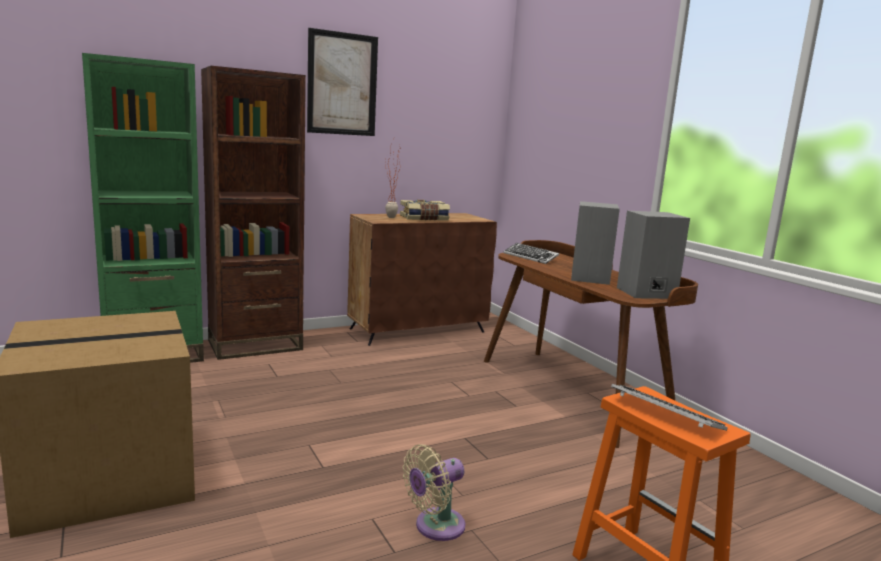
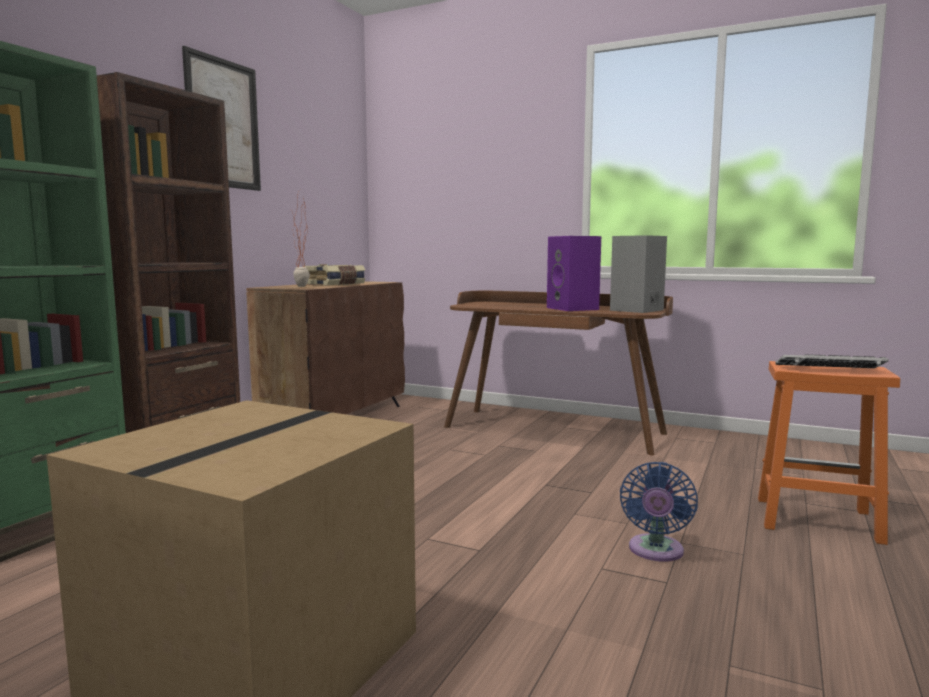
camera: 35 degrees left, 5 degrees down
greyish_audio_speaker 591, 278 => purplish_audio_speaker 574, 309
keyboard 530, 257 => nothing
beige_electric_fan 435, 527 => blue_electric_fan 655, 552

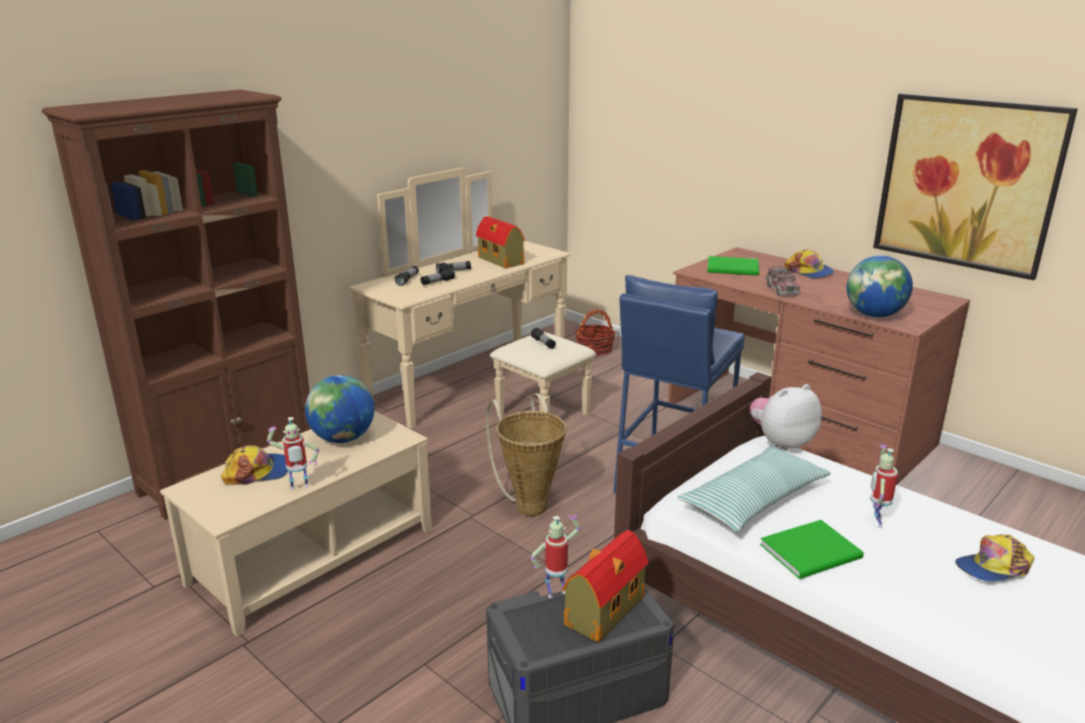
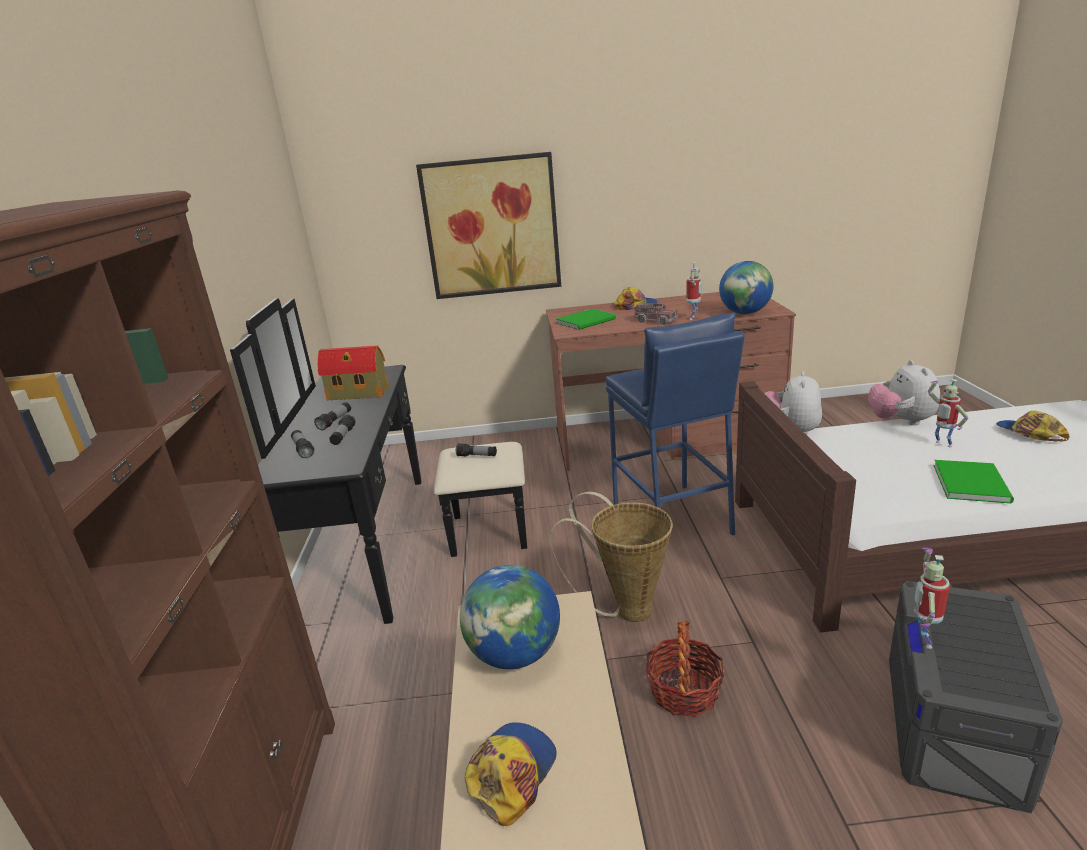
camera: 45 degrees left, 0 degrees up
wall_art 967, 183 => wall_art 491, 227, move
beige_chest_of_drawers 486, 389 => black-coloured_chest_of_drawers 396, 541
storage_basket 594, 349 => storage_basket 684, 691, move
model_robot 299, 488 => model_robot 693, 318, move
pillow 753, 500 => nothing
model_house 603, 612 => nothing
baseball_cap 993, 567 => baseball_cap 1029, 434, 135 degrees clockwise
nothing => plush_toy 901, 421

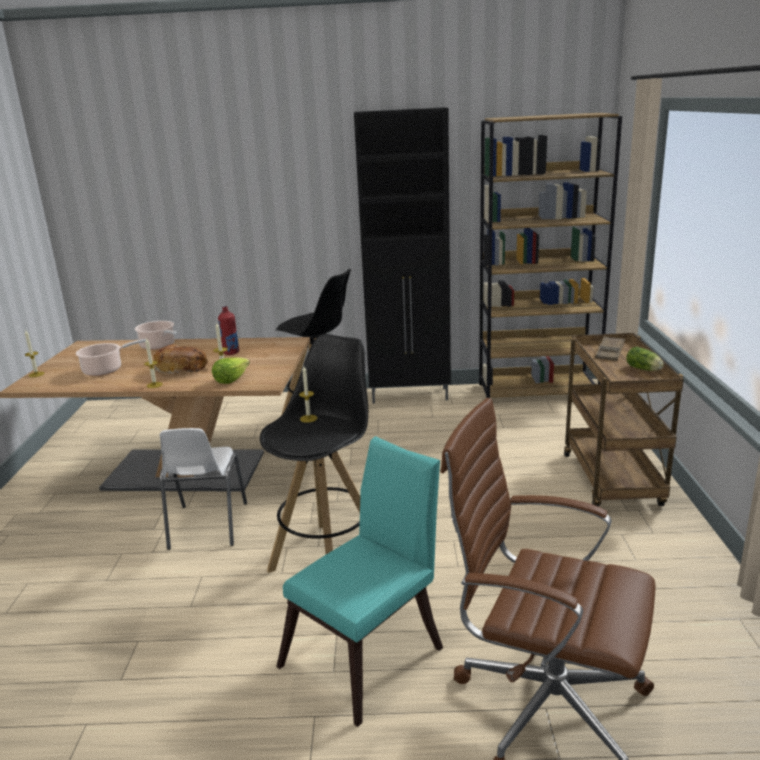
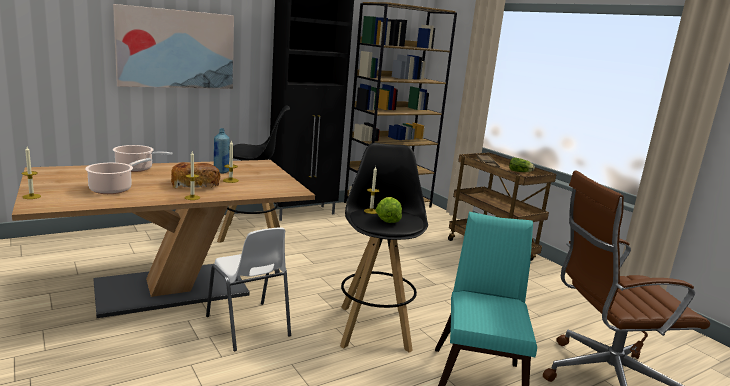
camera: 35 degrees left, 5 degrees down
red_beverage_bottle 231, 352 => blue_beverage_bottle 221, 171
lettuce_head 231, 379 => lettuce_head 387, 219, move
nothing => wall_art 176, 49

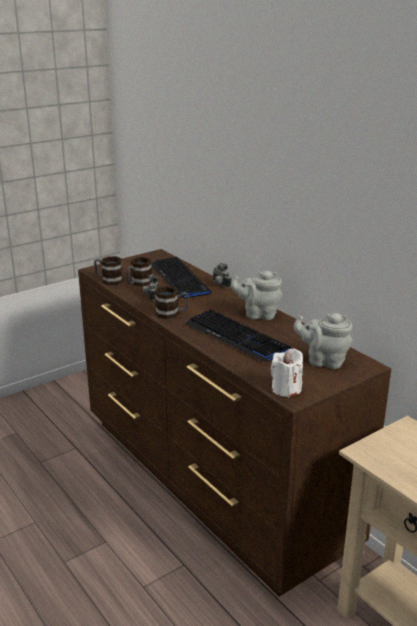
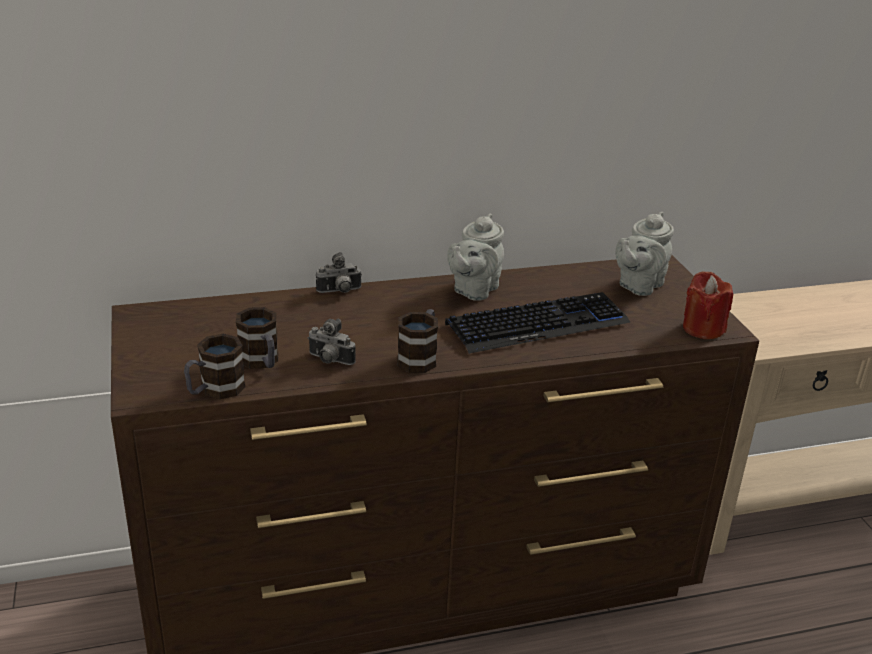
camera: 70 degrees left, 5 degrees up
keyboard 179, 279 => nothing
white-coloured_wax_candle 286, 389 => red_wax_candle 703, 329

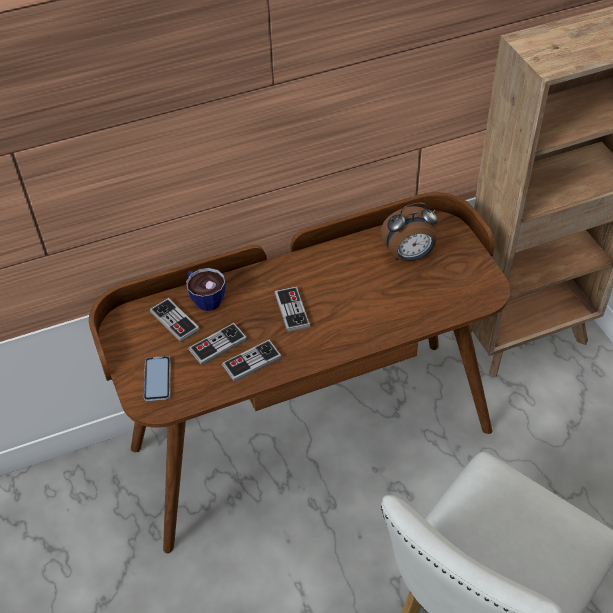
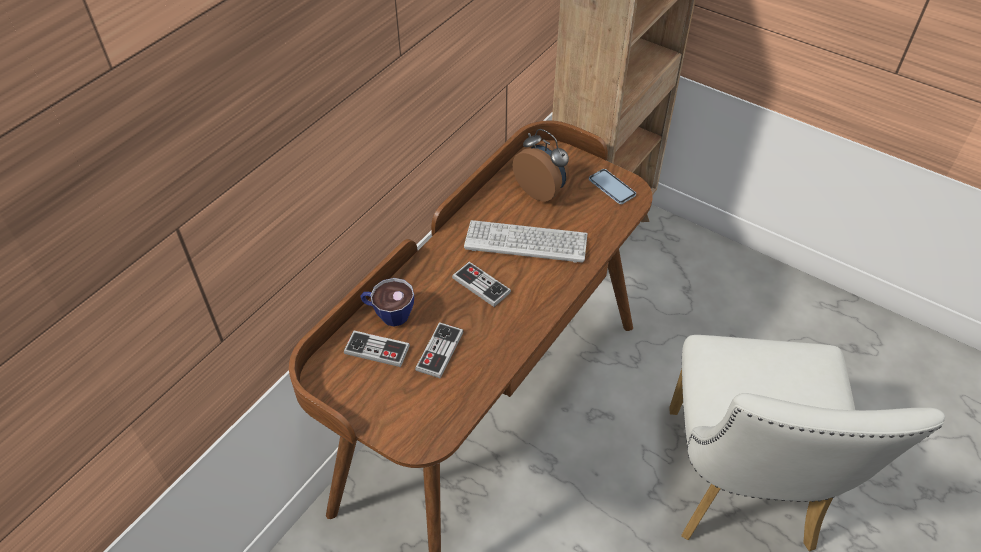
camera: 35 degrees left, 0 degrees up
alarm_clock 409, 256 => alarm_clock 542, 190, 90 degrees counterclockwise
gamepad 252, 362 => nothing
telephone 157, 379 => telephone 612, 187, move
nothing => keyboard 526, 242

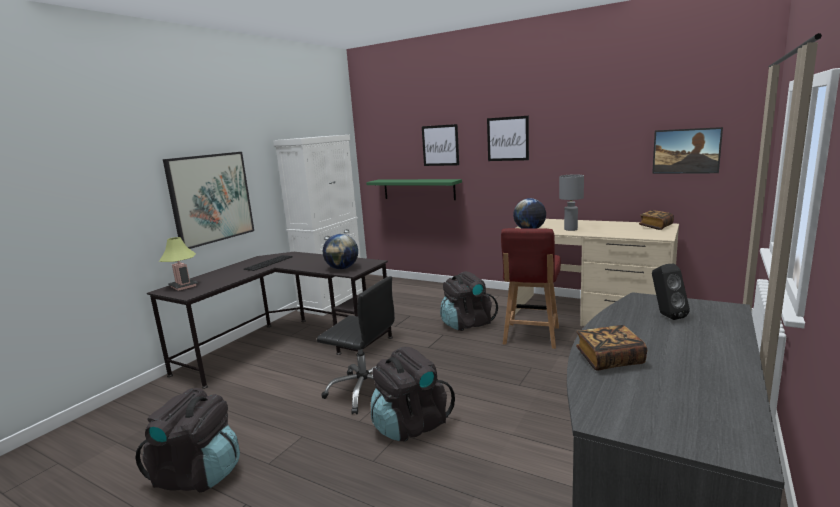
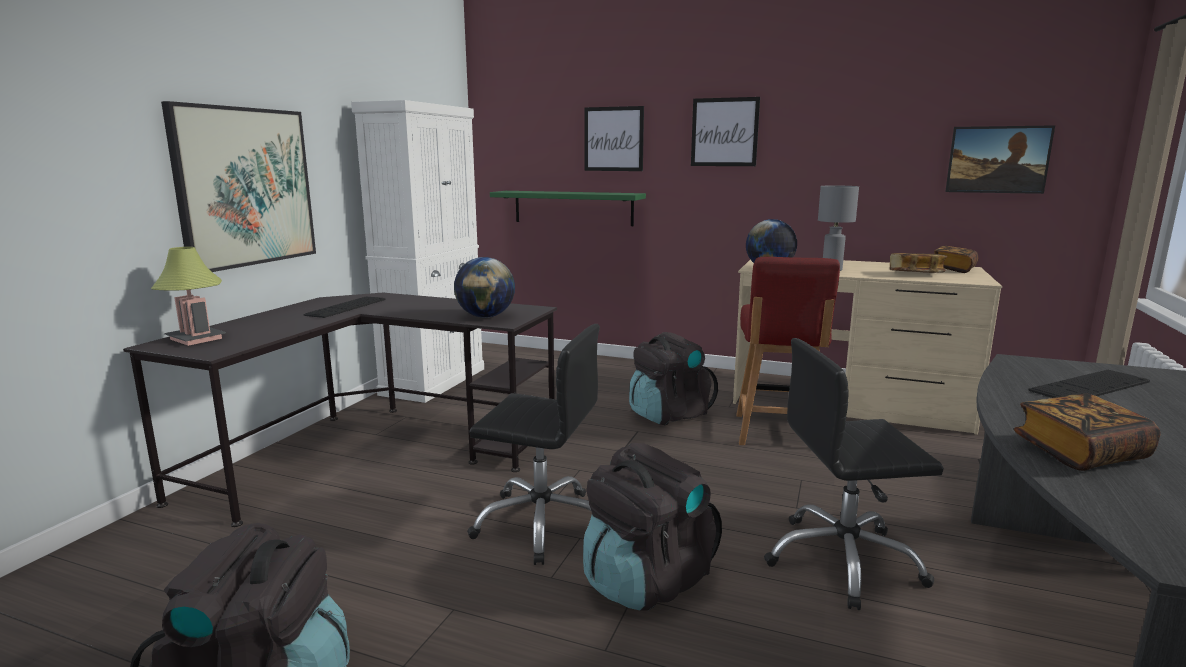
camera: 10 degrees left, 0 degrees up
black-coloured_audio_speaker 666, 316 => keyboard 1089, 386
nothing => bound_book 915, 274
nothing => black-coloured_computer_chair 843, 561

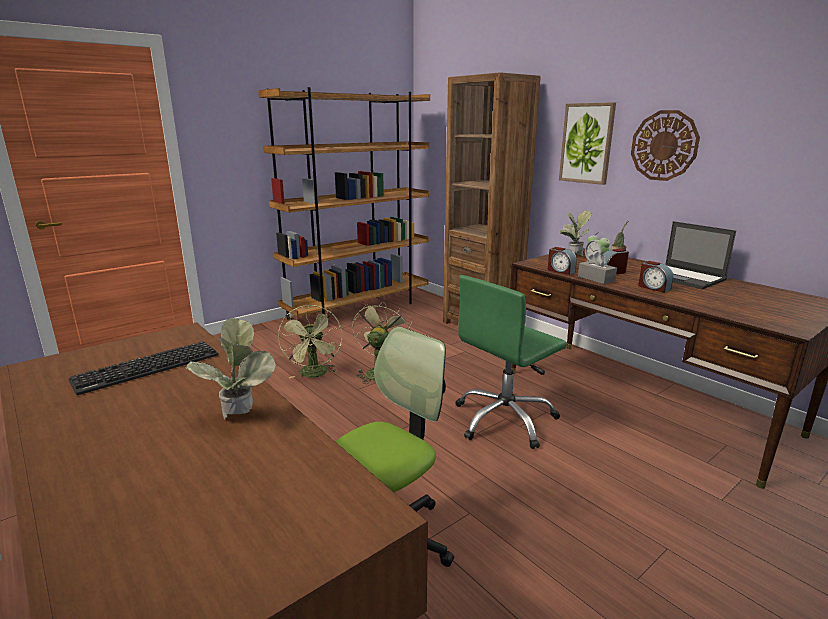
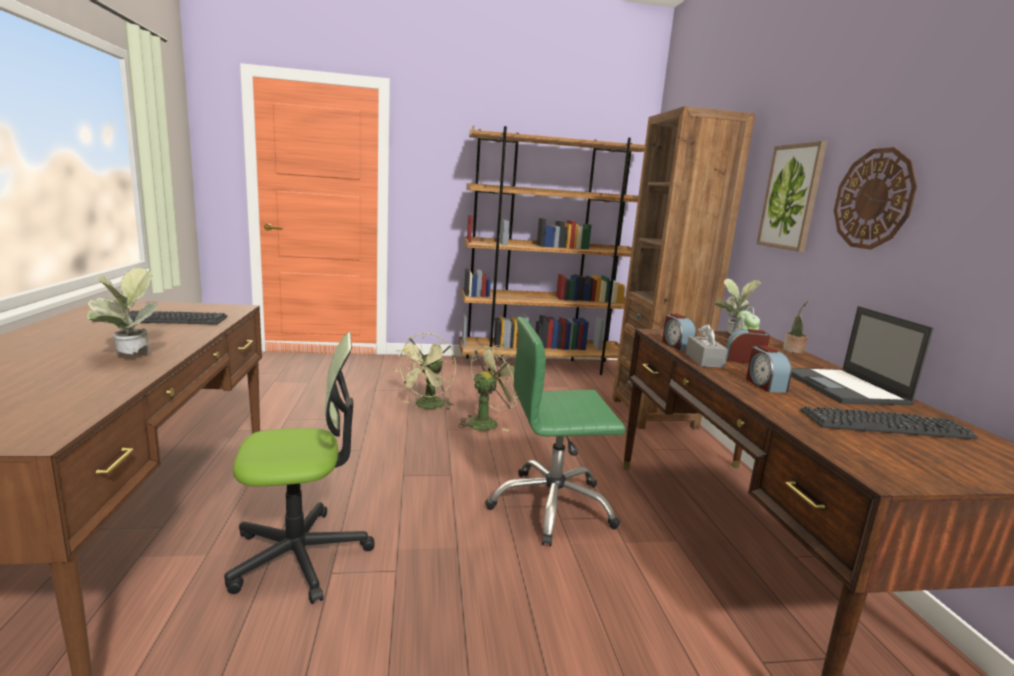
camera: 30 degrees right, 5 degrees down
nothing => keyboard 884, 425

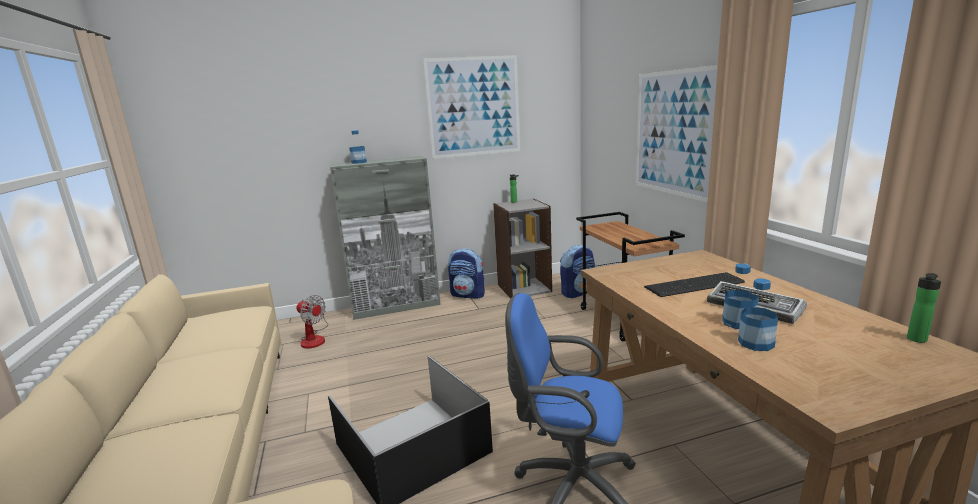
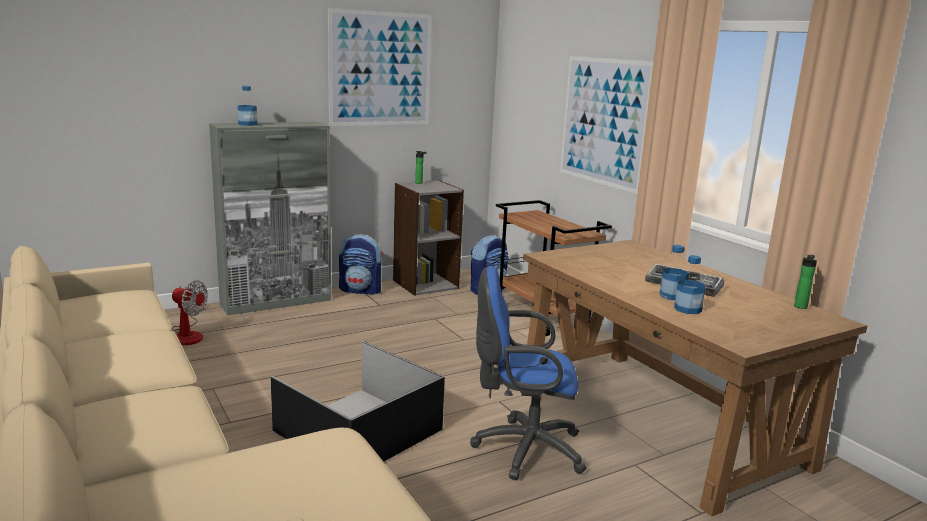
camera: 15 degrees left, 0 degrees up
keyboard 696, 285 => nothing

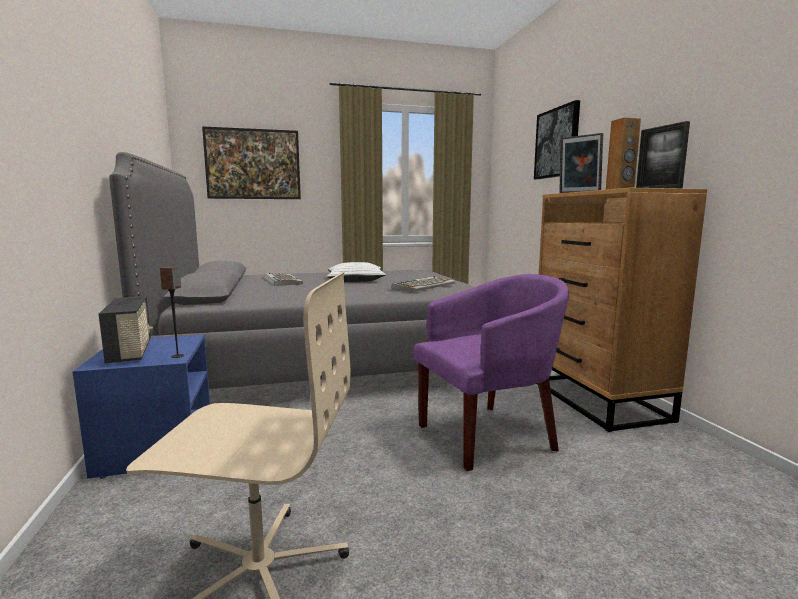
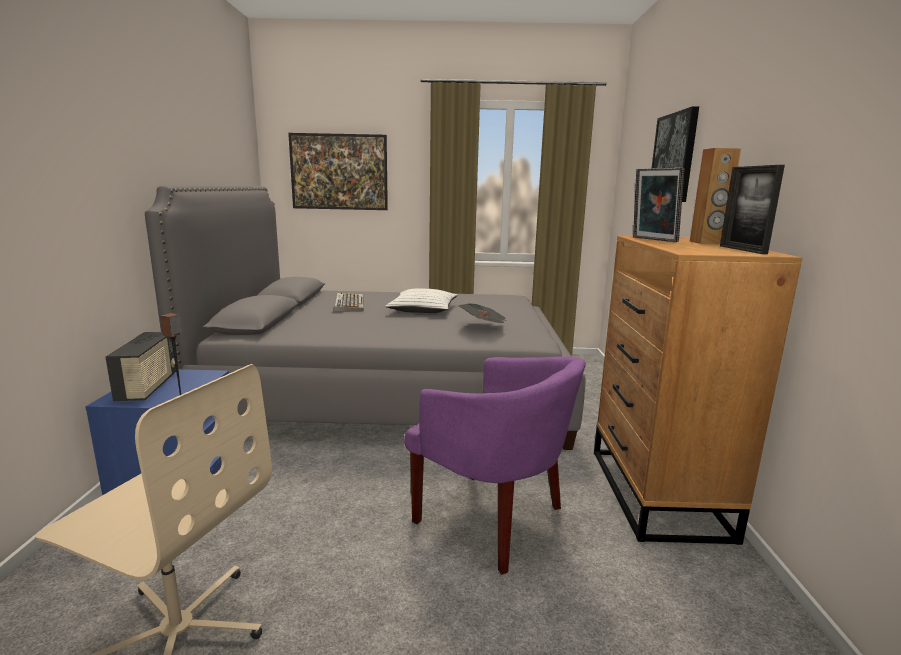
camera: 15 degrees right, 5 degrees up
purplish_lounge_chair 488, 435 => purplish_lounge_chair 493, 519, 45 degrees clockwise
keyboard 424, 285 => daily_paper 484, 327

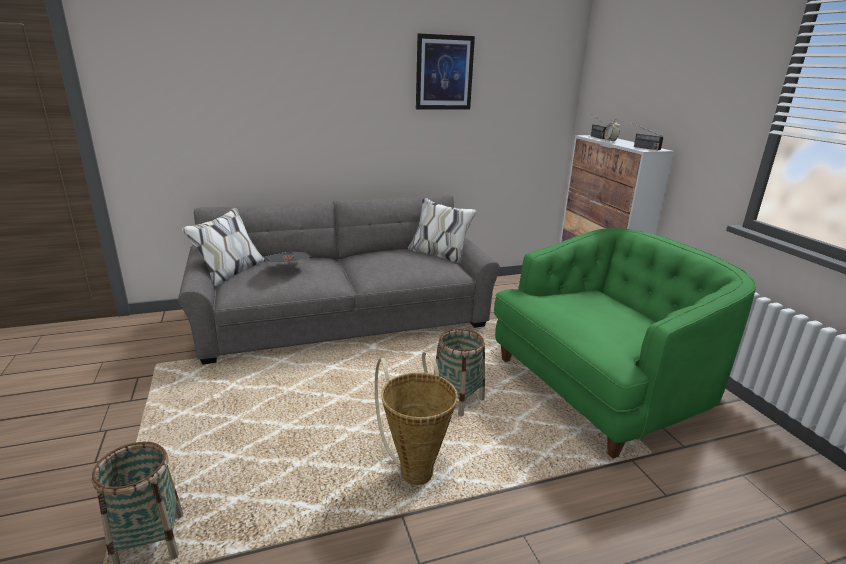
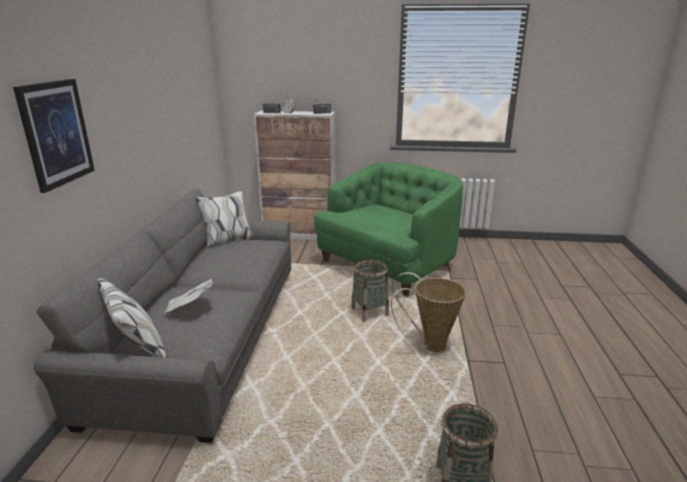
camera: 65 degrees left, 0 degrees up
wall_art 444, 73 => wall_art 56, 133, move
greenish_lounge_chair 598, 388 => greenish_lounge_chair 387, 264, 45 degrees clockwise

